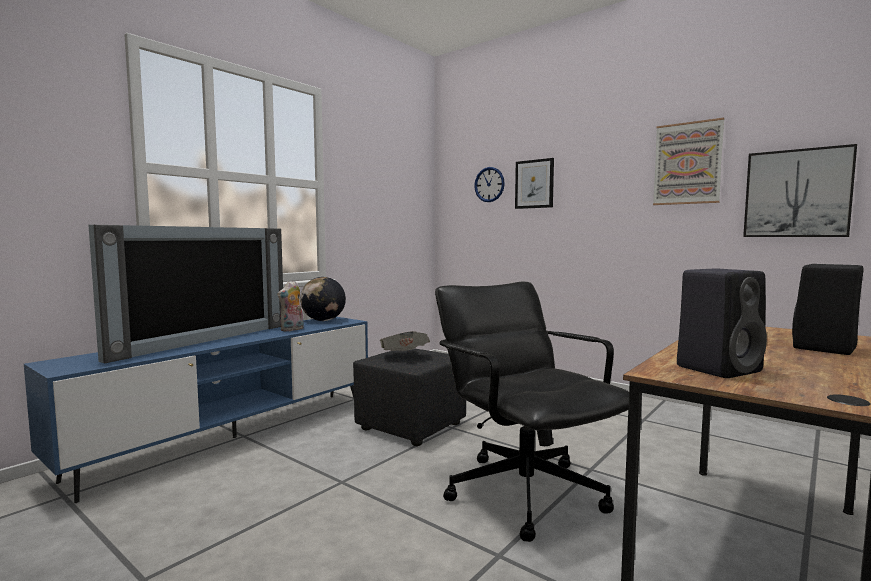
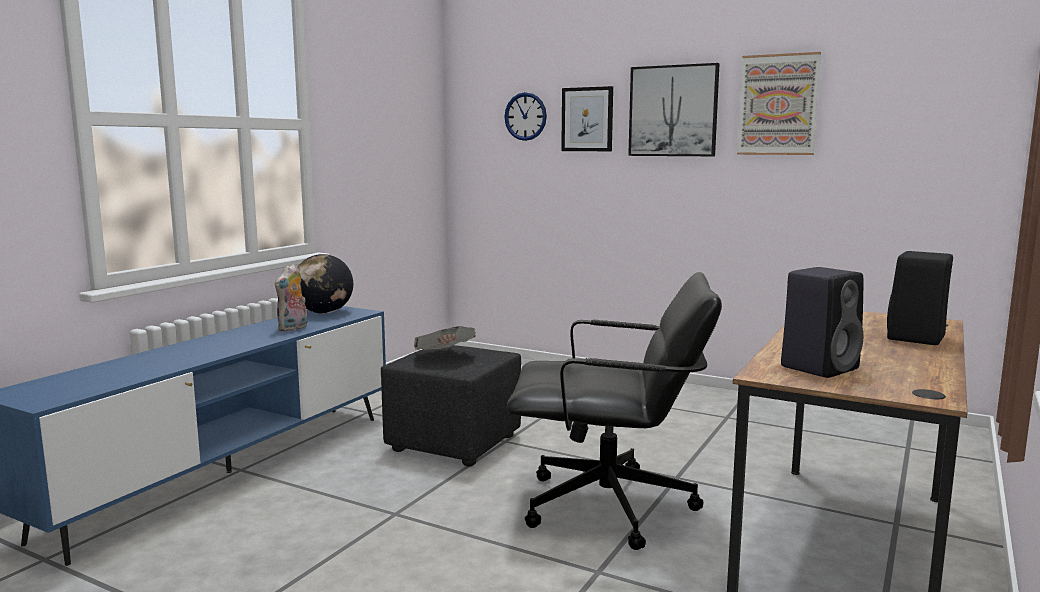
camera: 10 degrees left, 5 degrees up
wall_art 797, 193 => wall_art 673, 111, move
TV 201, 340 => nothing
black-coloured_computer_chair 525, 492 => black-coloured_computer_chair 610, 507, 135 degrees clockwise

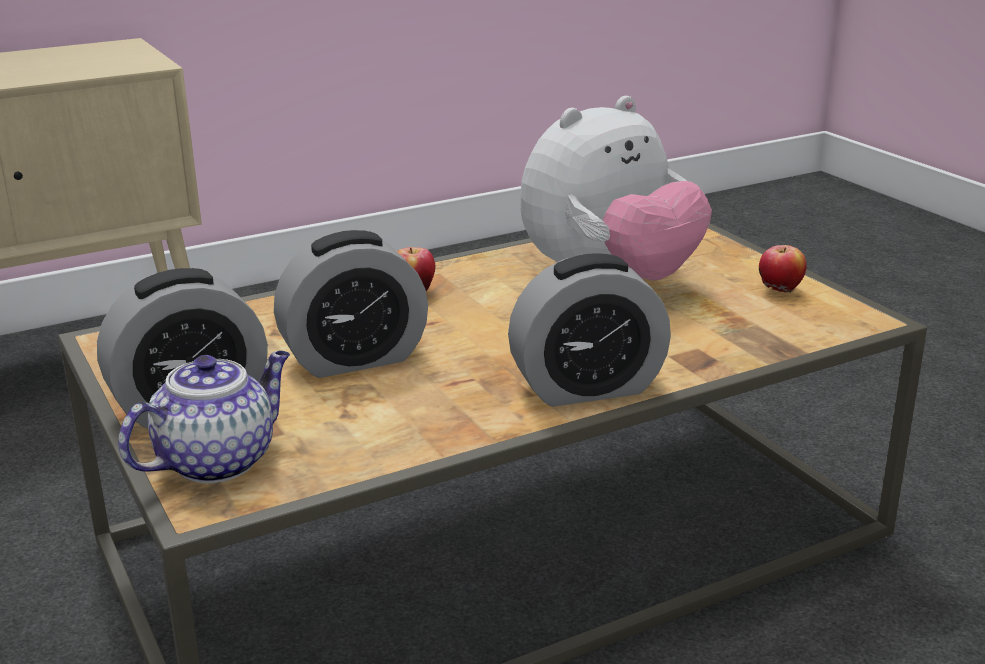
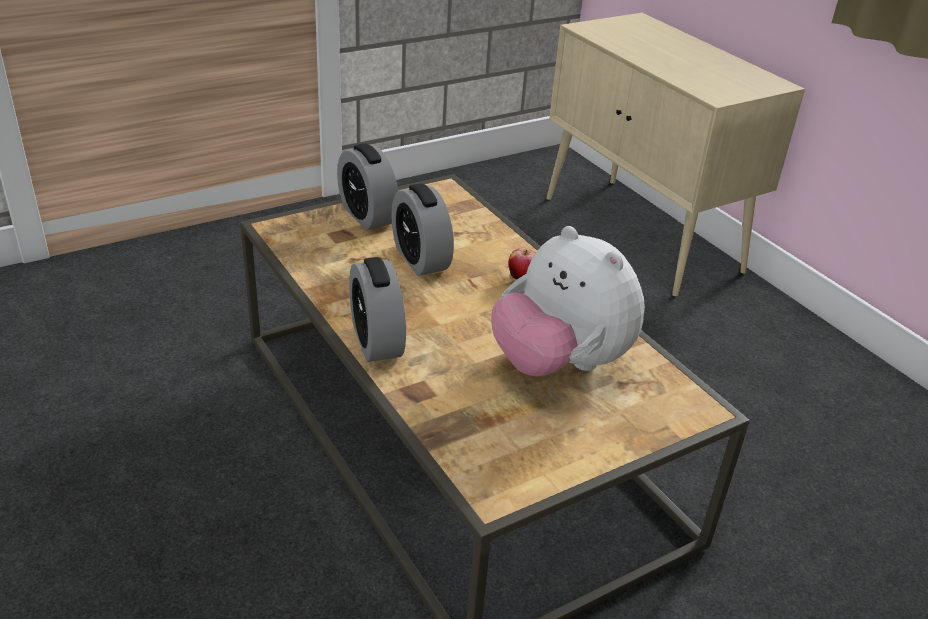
camera: 85 degrees right, 10 degrees up
apple_fruit 779, 291 => nothing
tea_pot 218, 460 => nothing

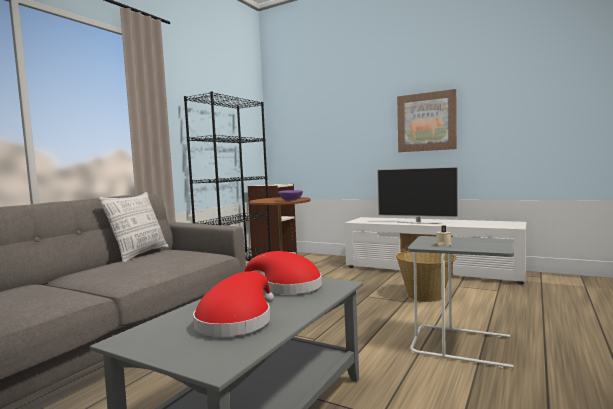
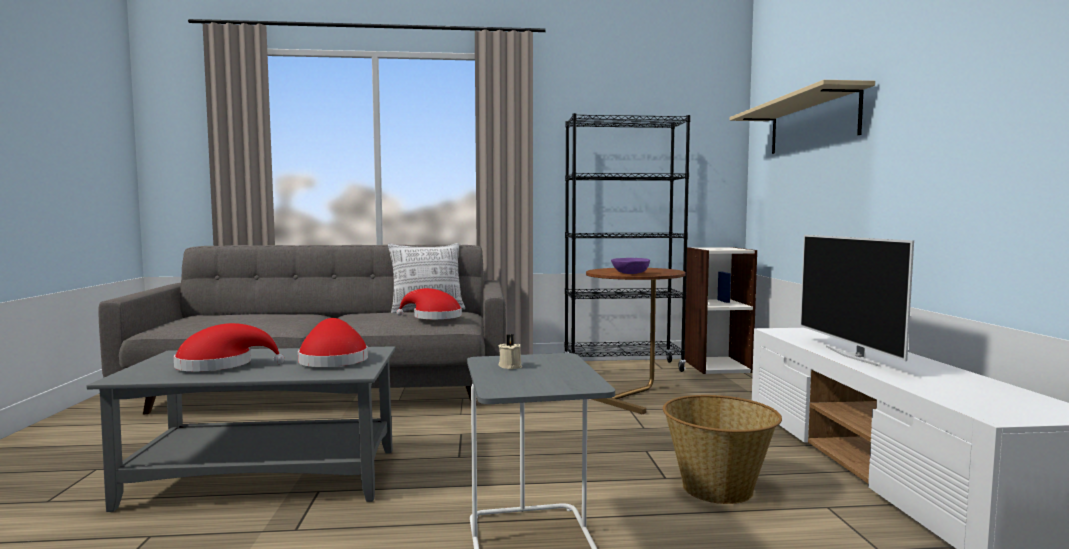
camera: 55 degrees right, 0 degrees up
wall_art 426, 122 => nothing
nothing => beige_wall_shelf 812, 123
nothing => red_clothing_hat 433, 317

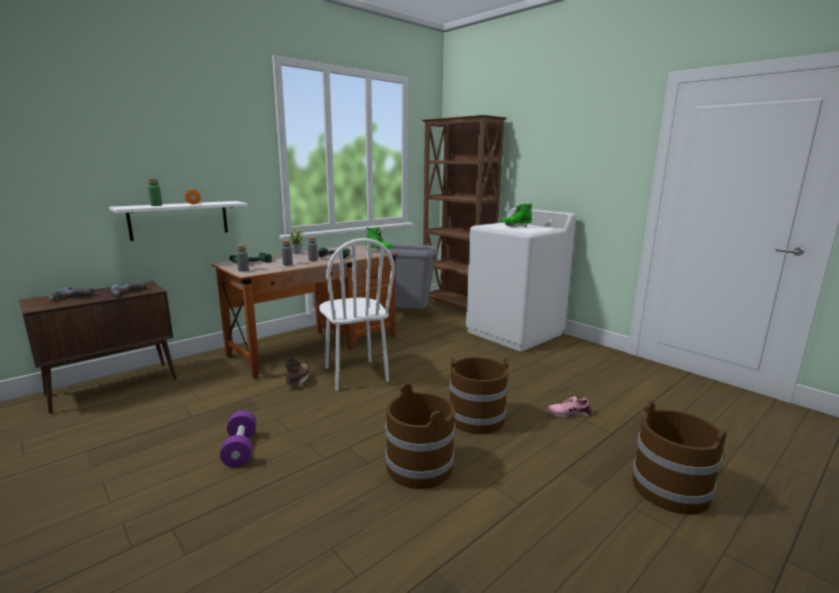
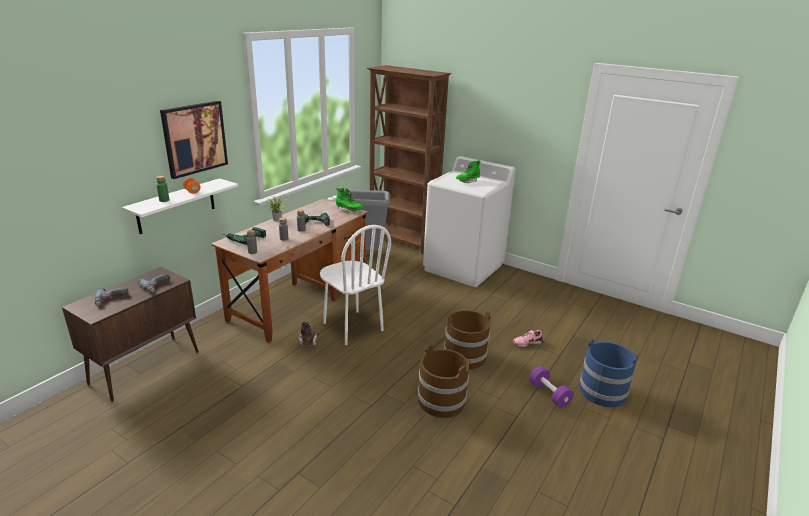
camera: 15 degrees left, 10 degrees up
brown-coloured_water_bucket 671, 489 => blue_water_bucket 603, 391
purplish_dumbbell 240, 449 => purplish_dumbbell 549, 394, move
nothing => wall_art 194, 138

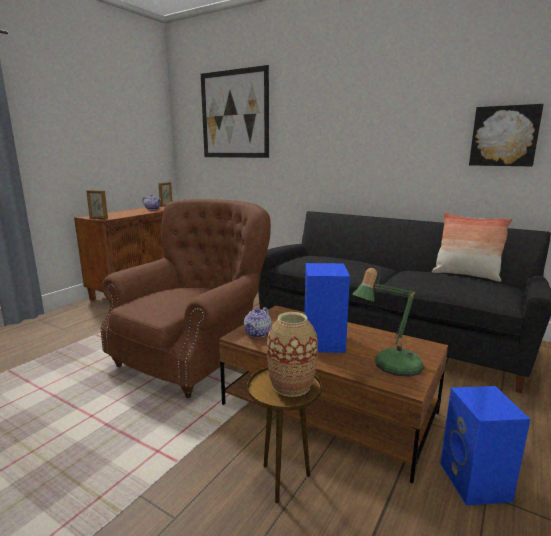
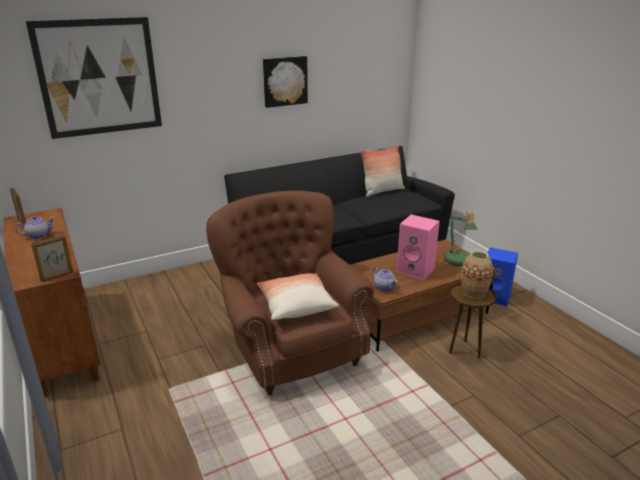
camera: 60 degrees left, 10 degrees up
wall_art 504, 136 => wall_art 284, 81, move
blue_audio_speaker 325, 342 => pink_audio_speaker 416, 270
nothing => pillow 296, 305

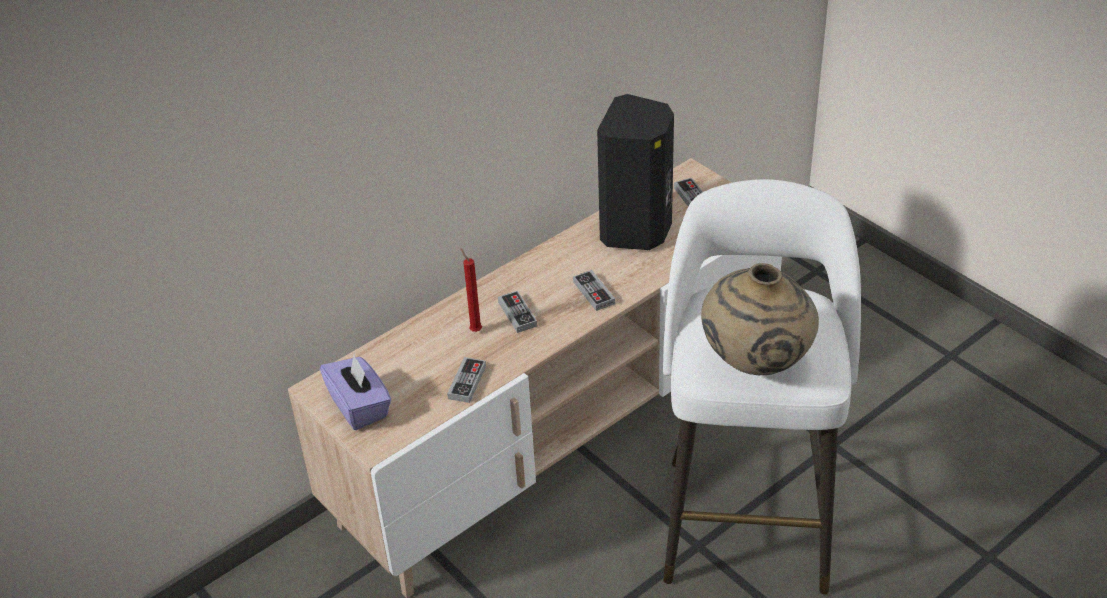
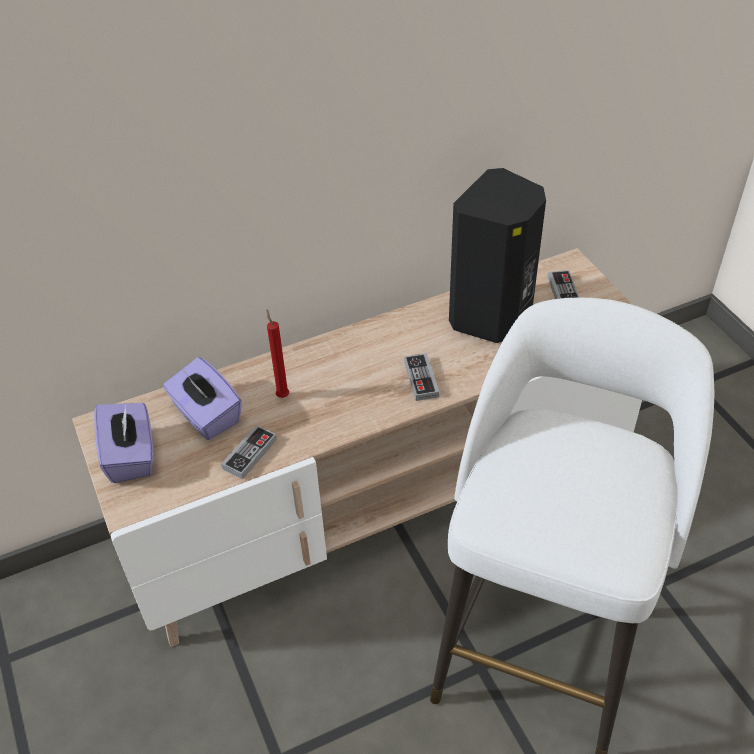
camera: 15 degrees right, 5 degrees up
beige_vase 755, 364 => nothing
gamepad 517, 314 => nothing
nothing => purplish_tissue_box 206, 415

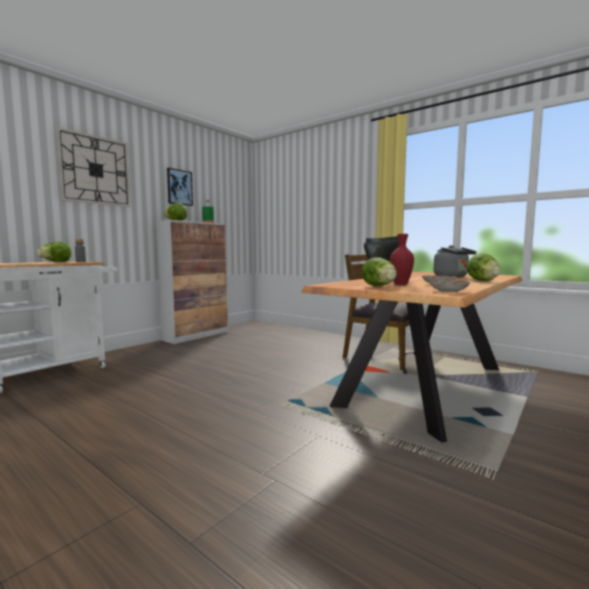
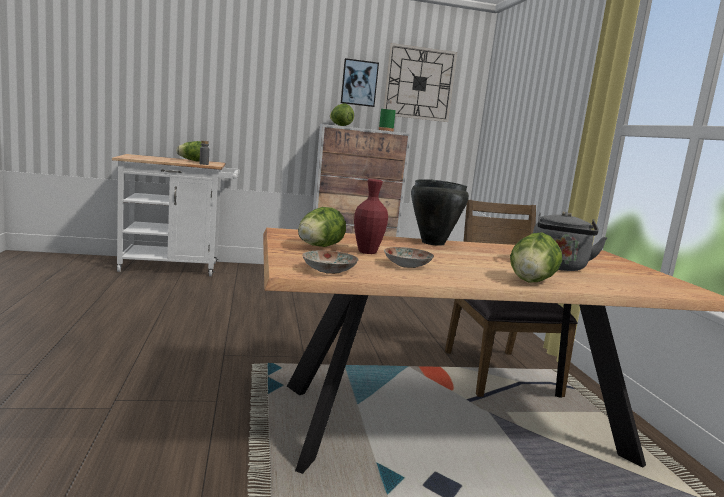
camera: 40 degrees right, 5 degrees up
hanging_clock 95, 170 => hanging_clock 419, 83, move

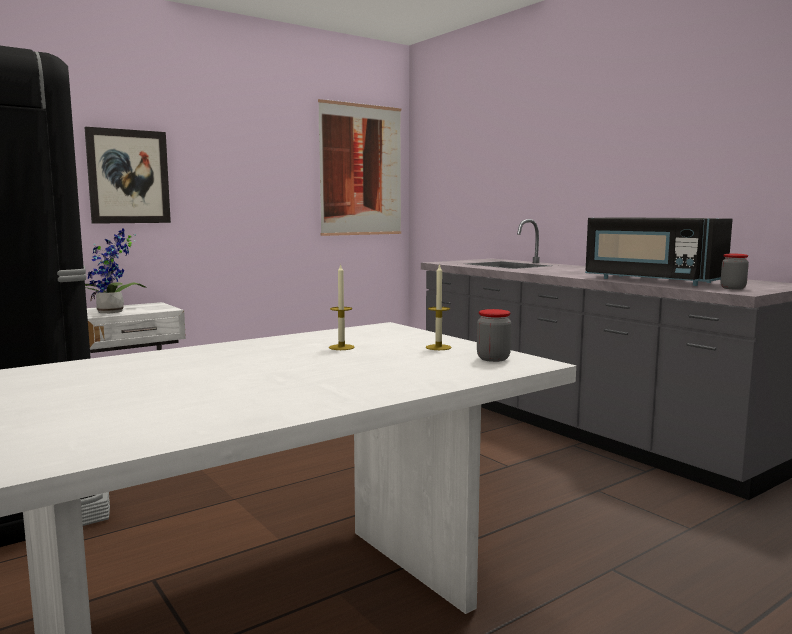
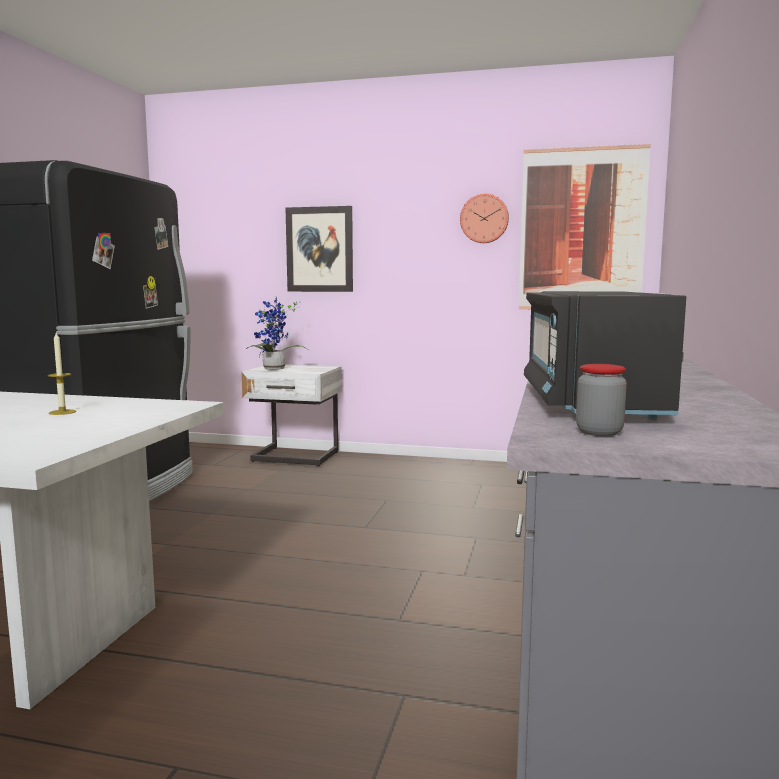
camera: 50 degrees right, 0 degrees up
wax_candle 438, 347 => nothing
jar 493, 358 => nothing
nothing => hanging_clock 484, 218

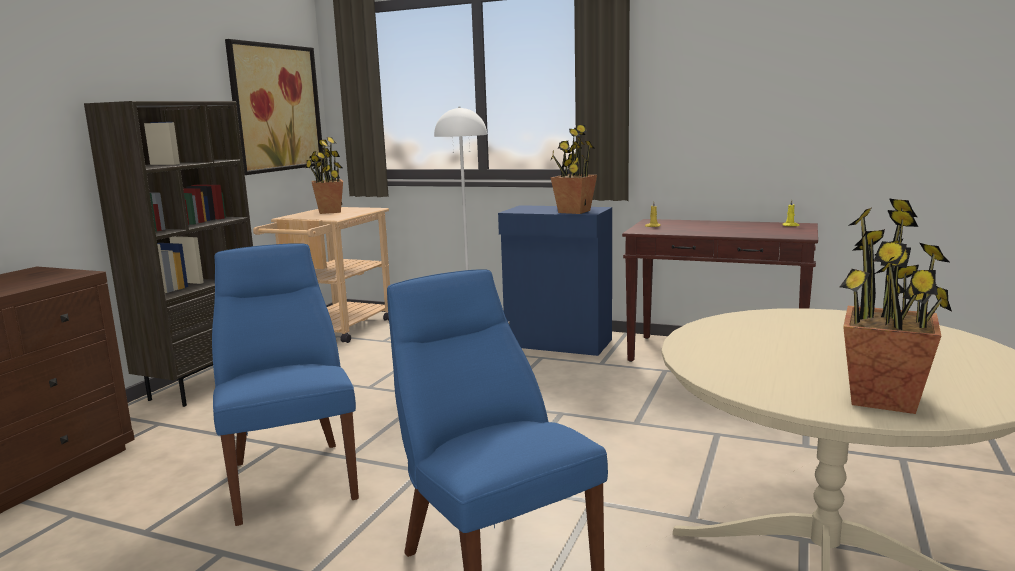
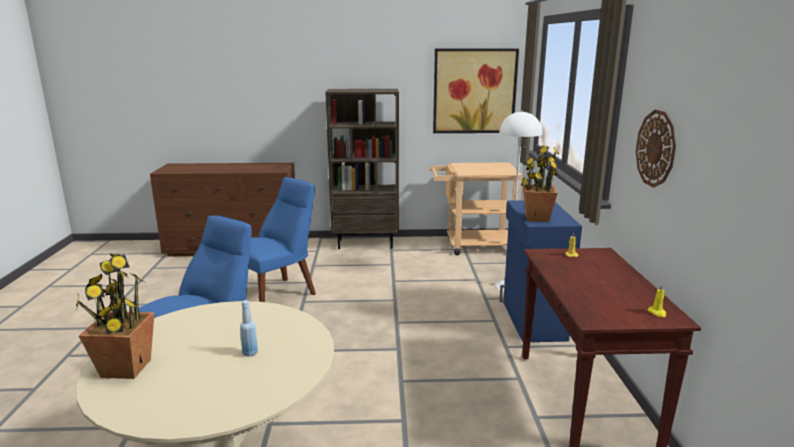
camera: 65 degrees right, 5 degrees up
houseplant 329, 212 => nothing
nothing => hanging_clock 656, 148
nothing => blue_beverage_bottle 250, 353

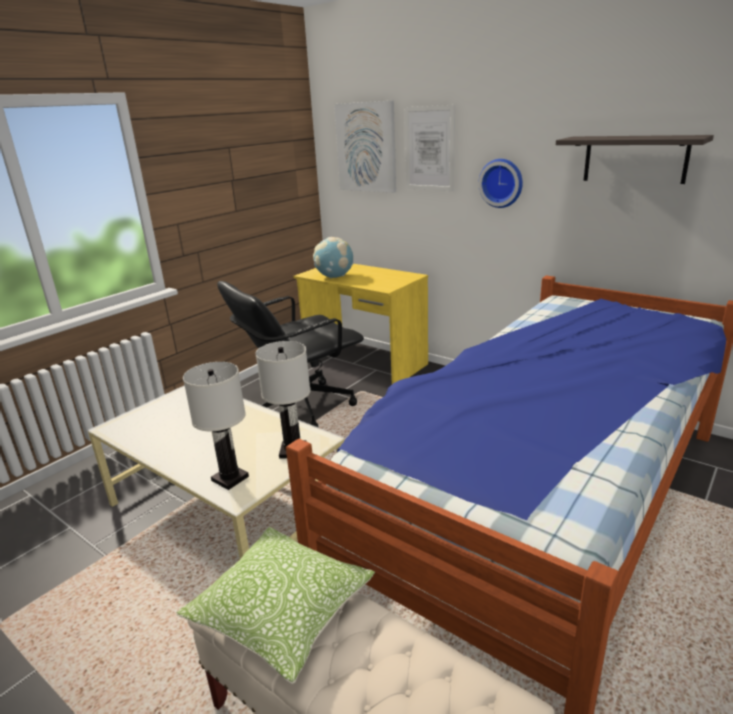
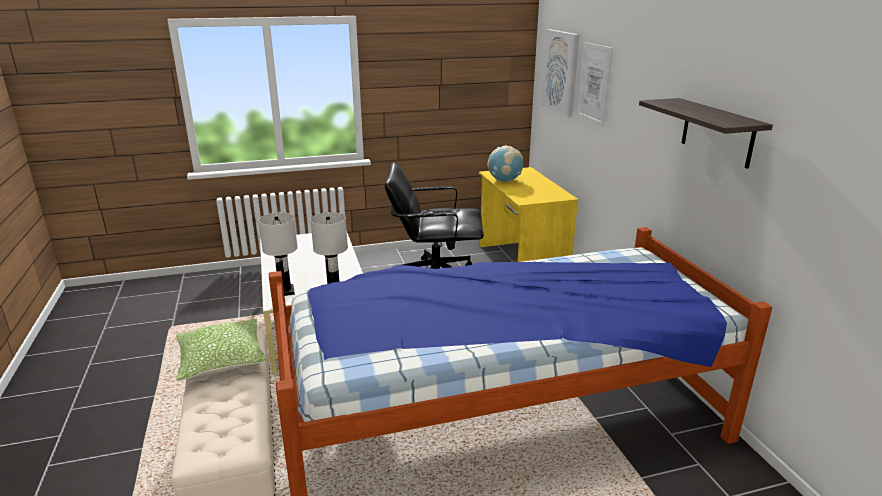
camera: 35 degrees right, 0 degrees up
hanging_clock 502, 183 => nothing

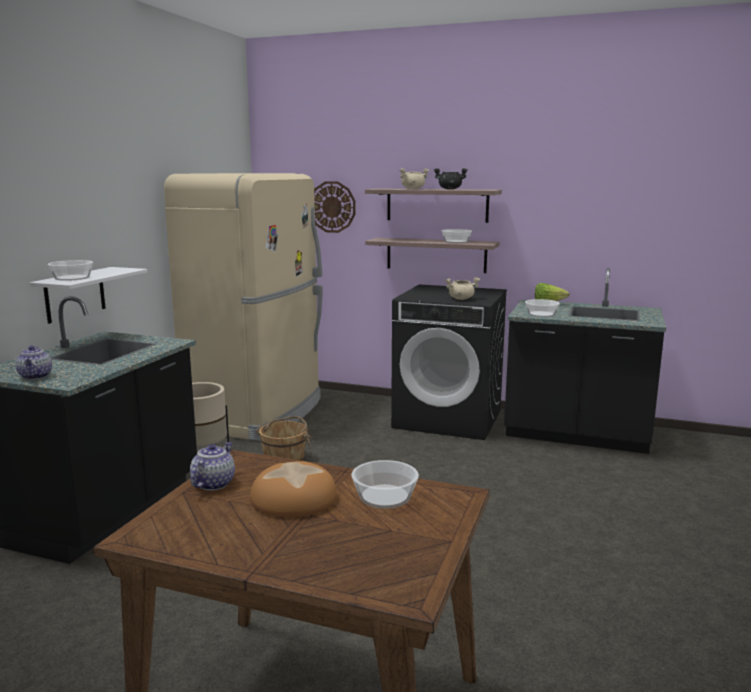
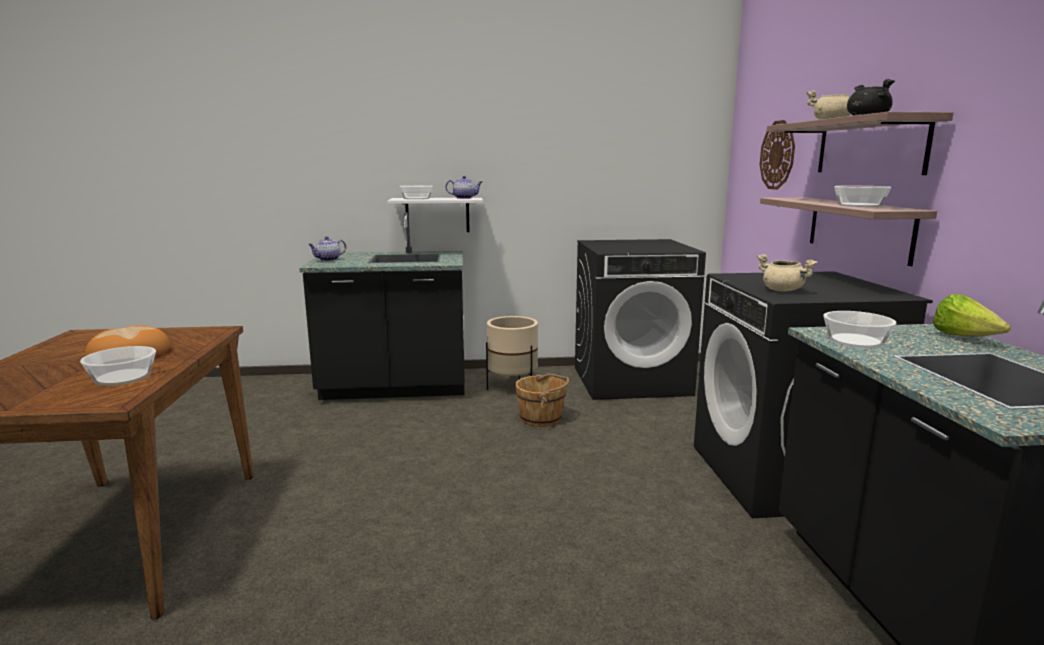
camera: 65 degrees right, 0 degrees up
beige_refrigerator 258, 413 => black-coloured_laundry_machine 631, 381
tea_pot 213, 483 => tea_pot 465, 198, move

